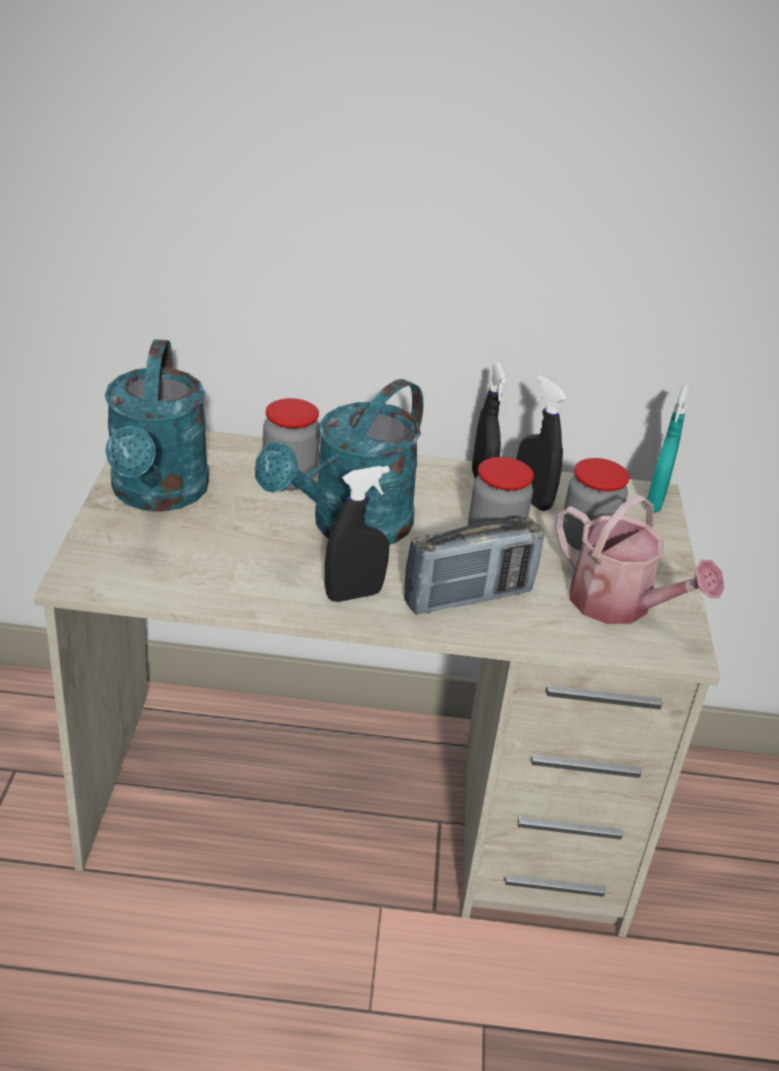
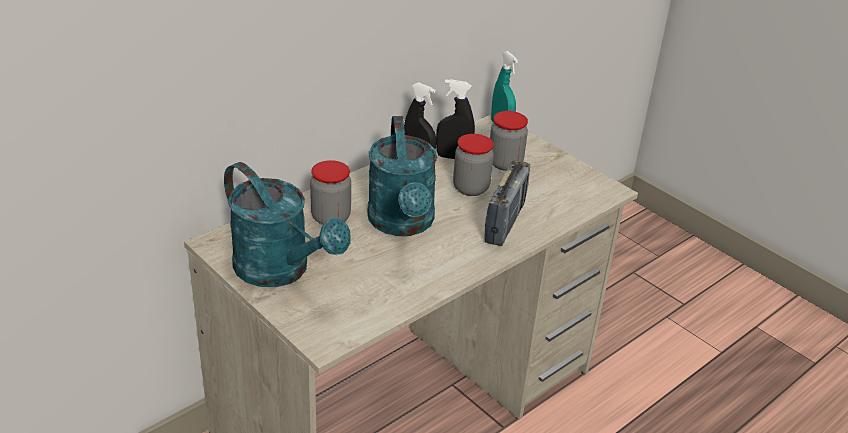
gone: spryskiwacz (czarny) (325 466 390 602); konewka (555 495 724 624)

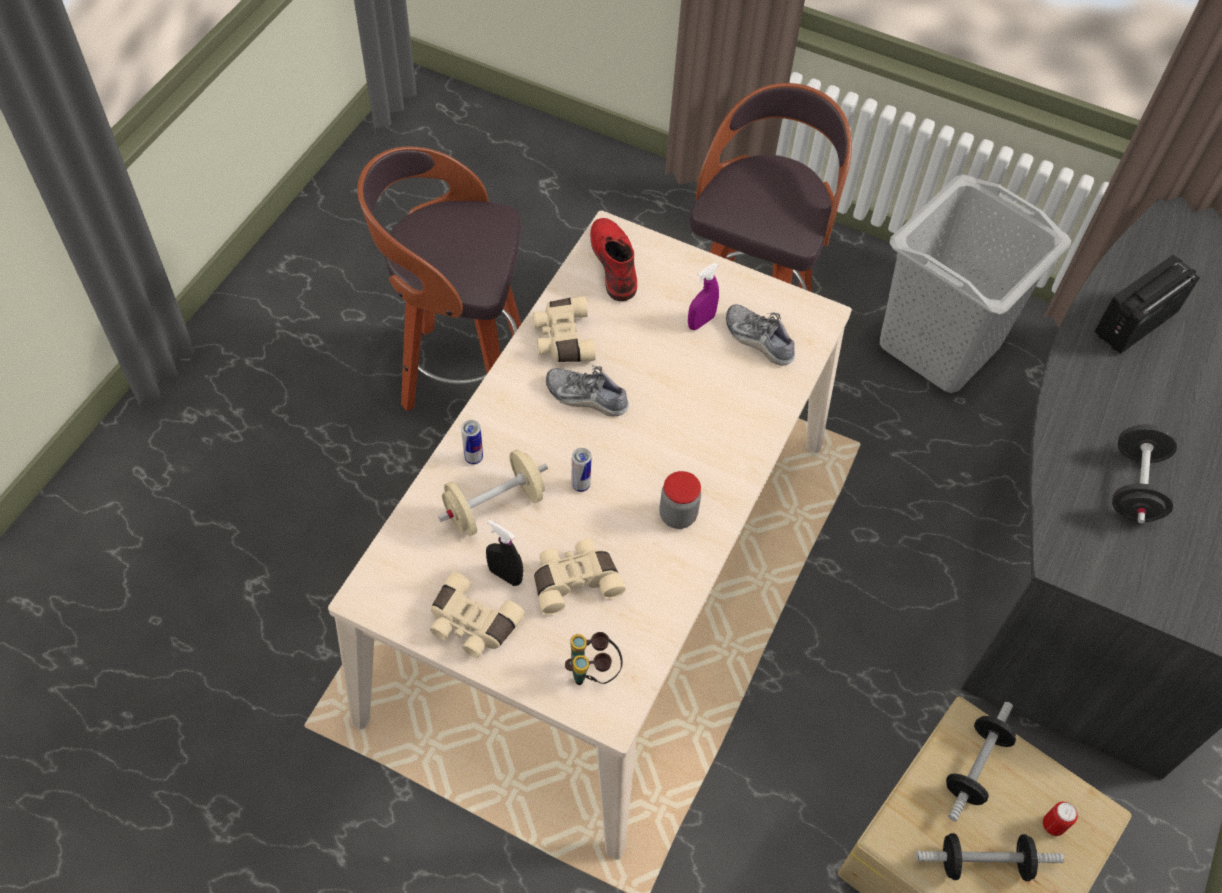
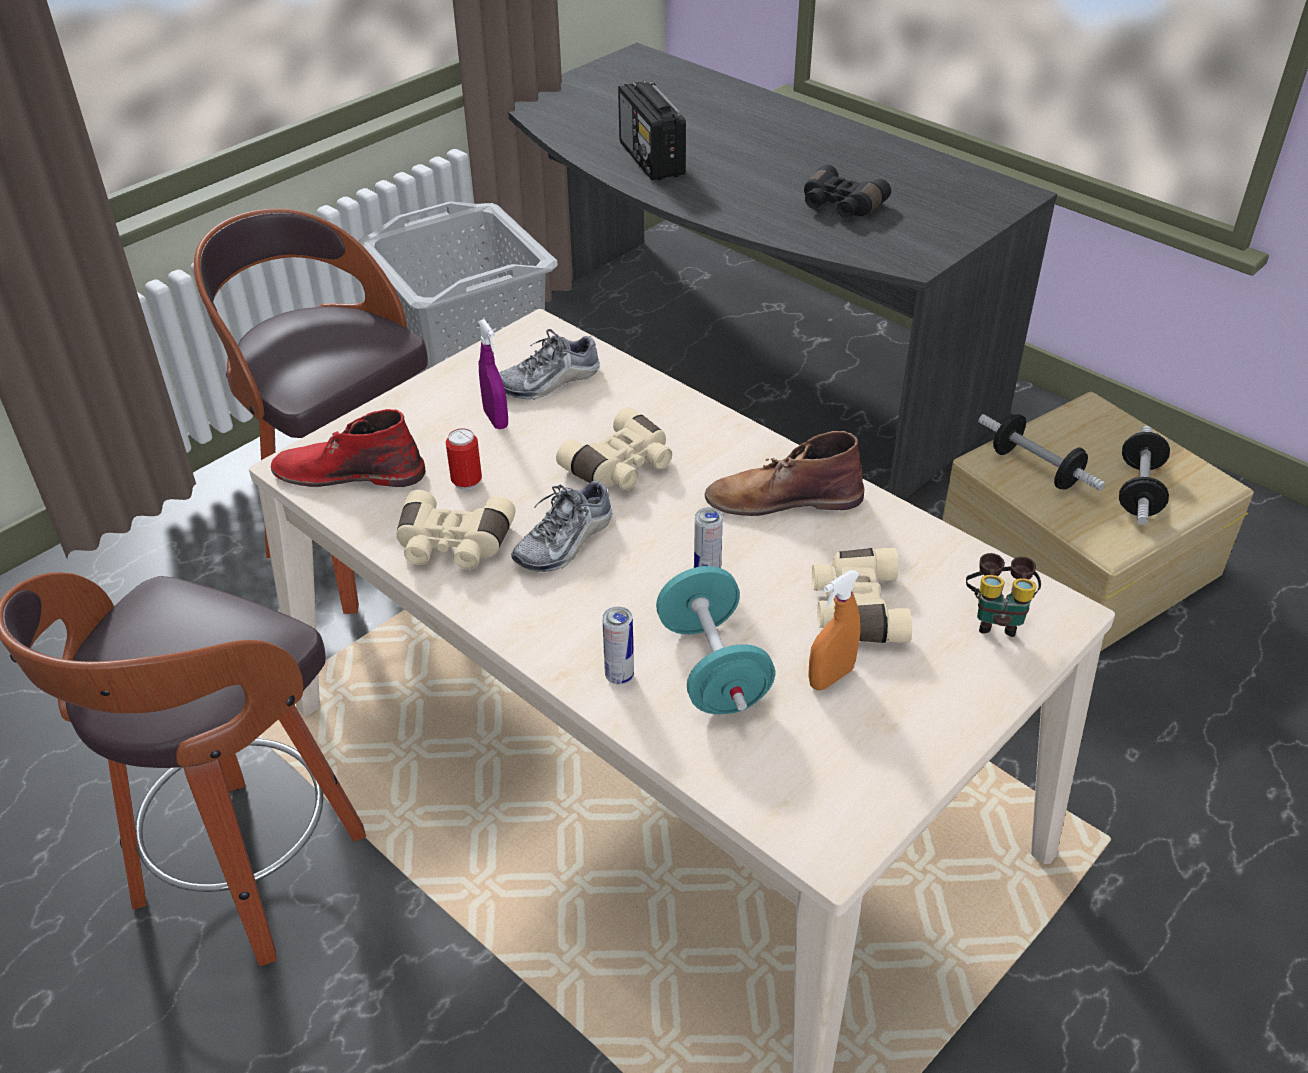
shifted: lornetka (beżowy) (430 572 525 658) to (556 407 672 490); puszka (1043 801 1078 836) to (446 428 482 490)
swapped: słoik (659 471 701 529) to but z cholewką (brązowy) (705 431 864 516); hantel (czarny) (1112 424 1177 523) to lornetka (czarny) (804 164 891 218)
repainted: hantel (beżowy) (438 449 548 536) to hantel (turkusowy) (656 566 775 714); spryskiwacz (czarny) (486 520 523 586) to spryskiwacz (pomarańczowy) (808 570 860 690)

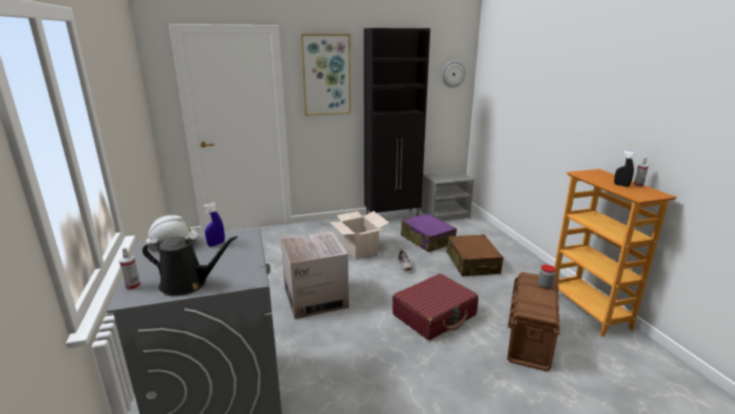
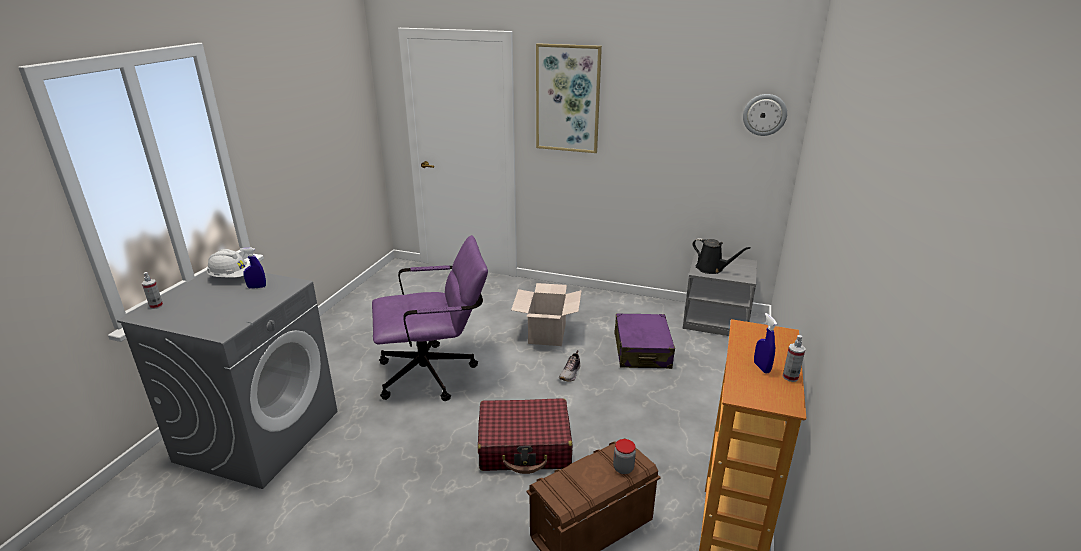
gone: szafka (czarny) (364 28 430 216); walizka (brązowy) (447 234 503 276)
shifted: konewka (czarny) (142 236 238 297) to (692 238 751 274)
swapped: karton (281 231 349 319) to krzesło biurowe (fioletowy) (372 235 488 401)
repainted: spryskiwacz (czarny) (614 150 635 187) to spryskiwacz (niebieski) (754 313 777 373)

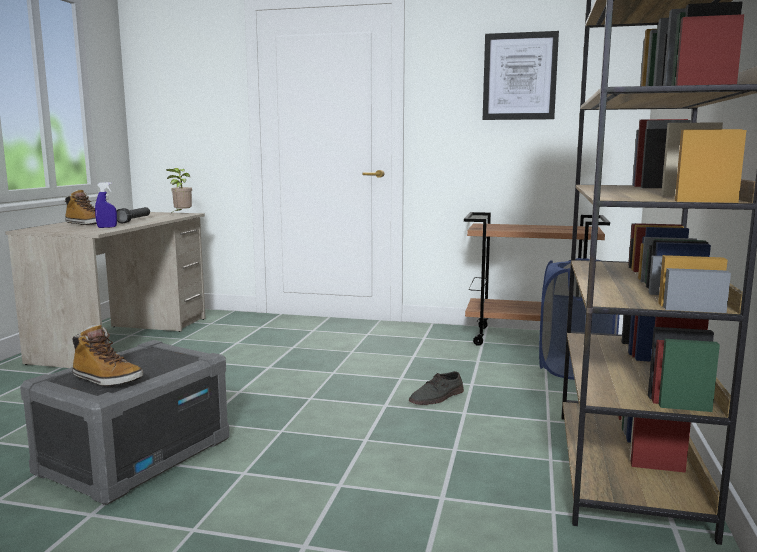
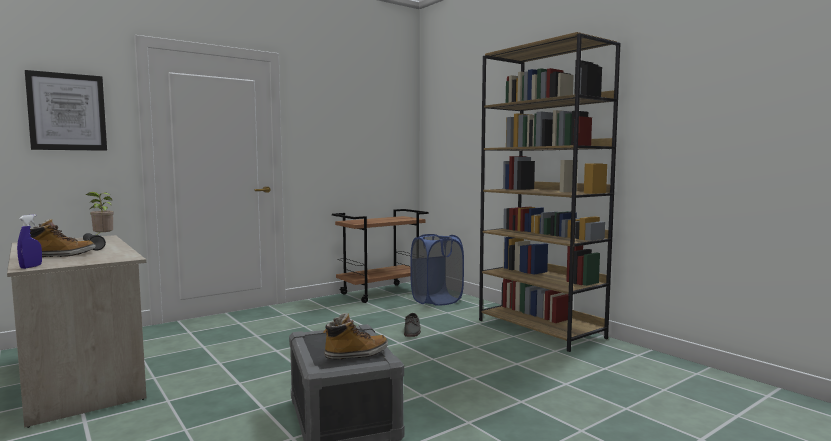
shifted: spryskiwacz (niebieski) (95 182 117 228) to (17 214 42 269); obraz (483 31 559 120) to (25 70 107 151)

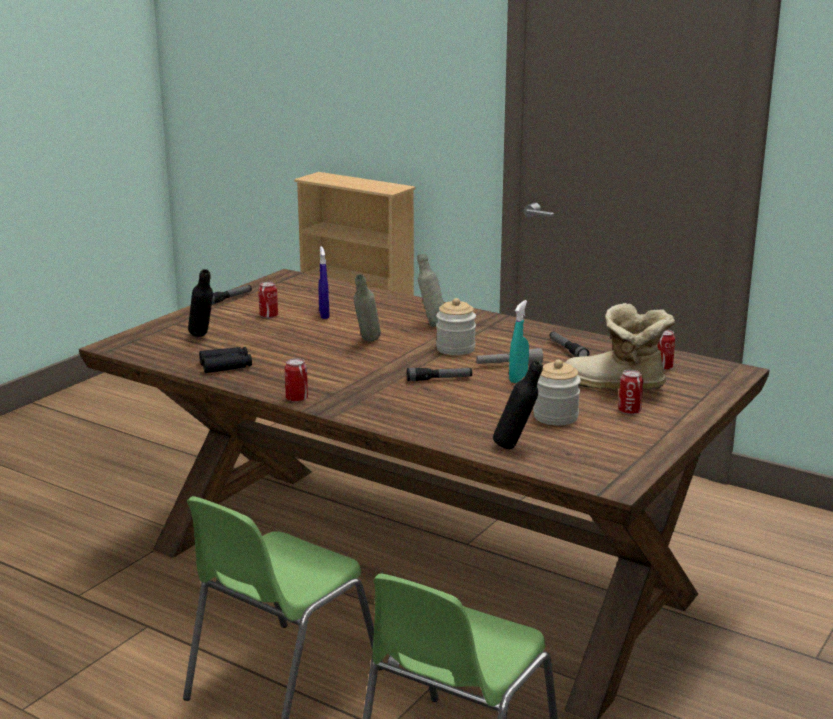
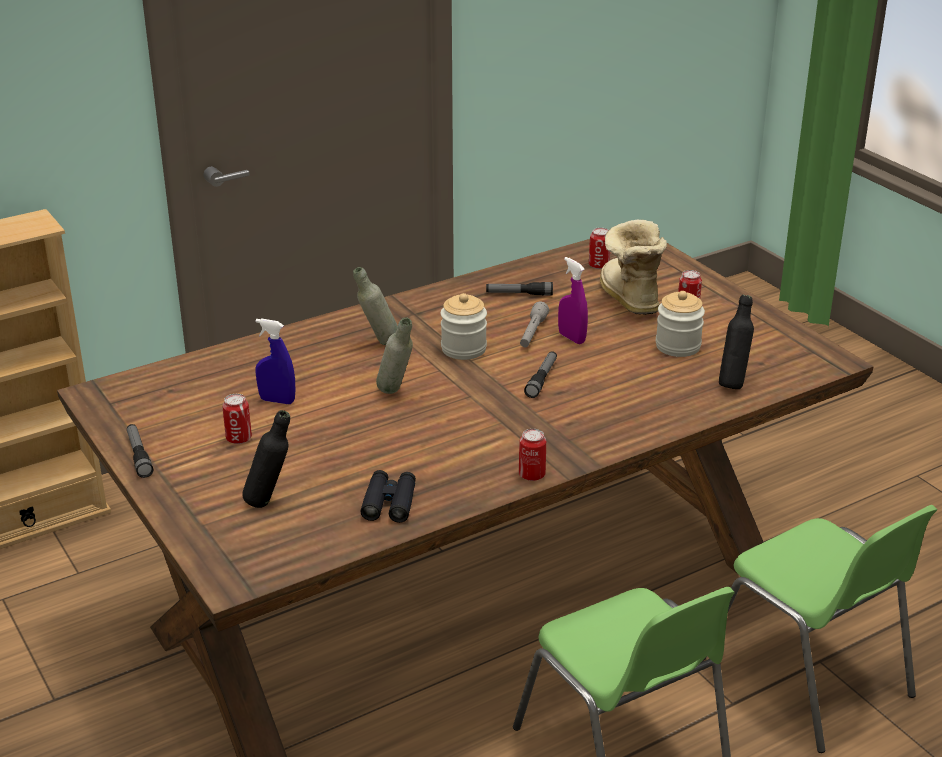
repainted: spryskiwacz (turkusowy) (509 300 529 383) to spryskiwacz (fioletowy) (558 257 588 344)
rotated: but z cholewką (564 303 675 390) = (600 219 667 315) 120 degrees clockwise

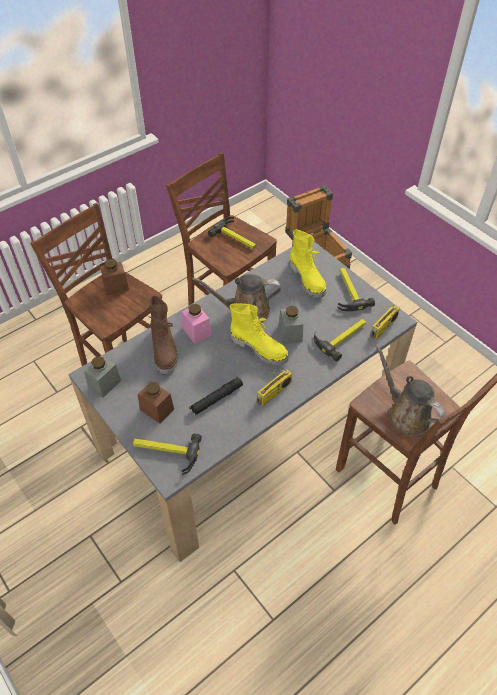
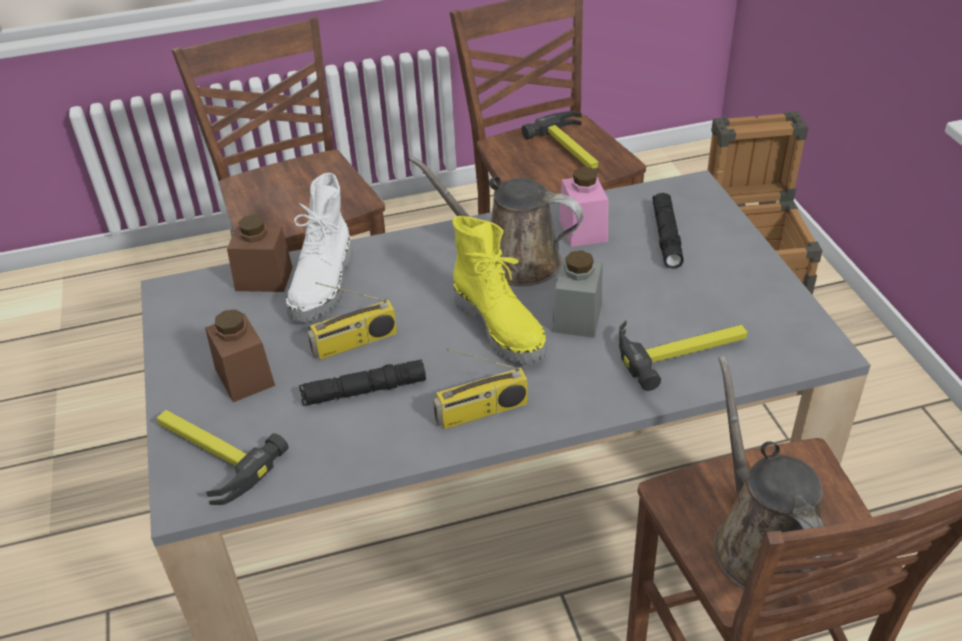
gone: słoik (szary) (84 355 121 398); młotek (338 268 375 311)
shifted: słoik (brązowy) (100 259 129 295) to (227 215 293 292); słoik (różowy) (181 304 212 344) to (559 167 608 247); radio (370 305 400 339) to (307 282 397 360)
swapped: but z cholewką (żółty) (289 229 326 298) to latarka (czarny) (652 193 684 269)
repainted: but z cholewką (brązowy) (148 295 178 374) to but z cholewką (biały) (286 173 353 322)

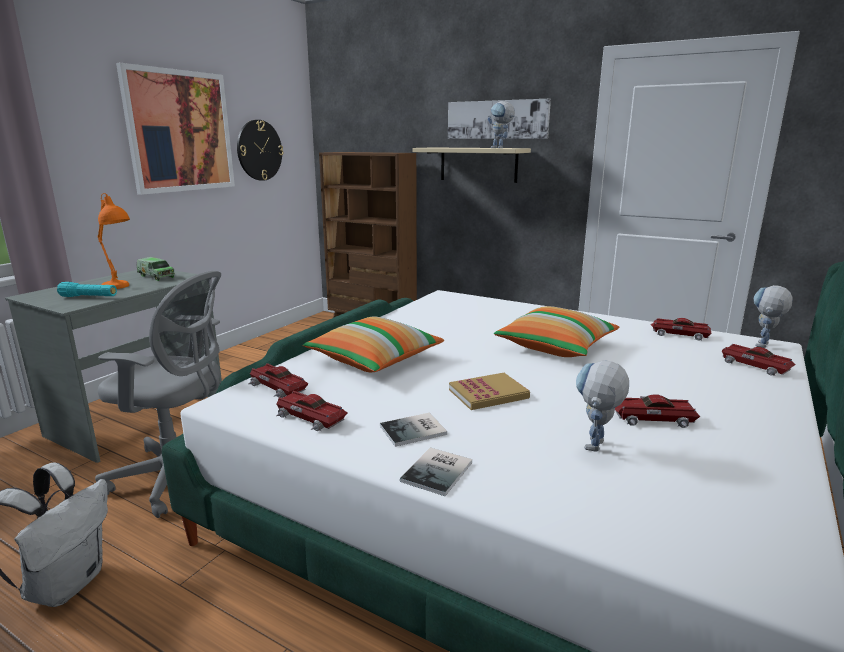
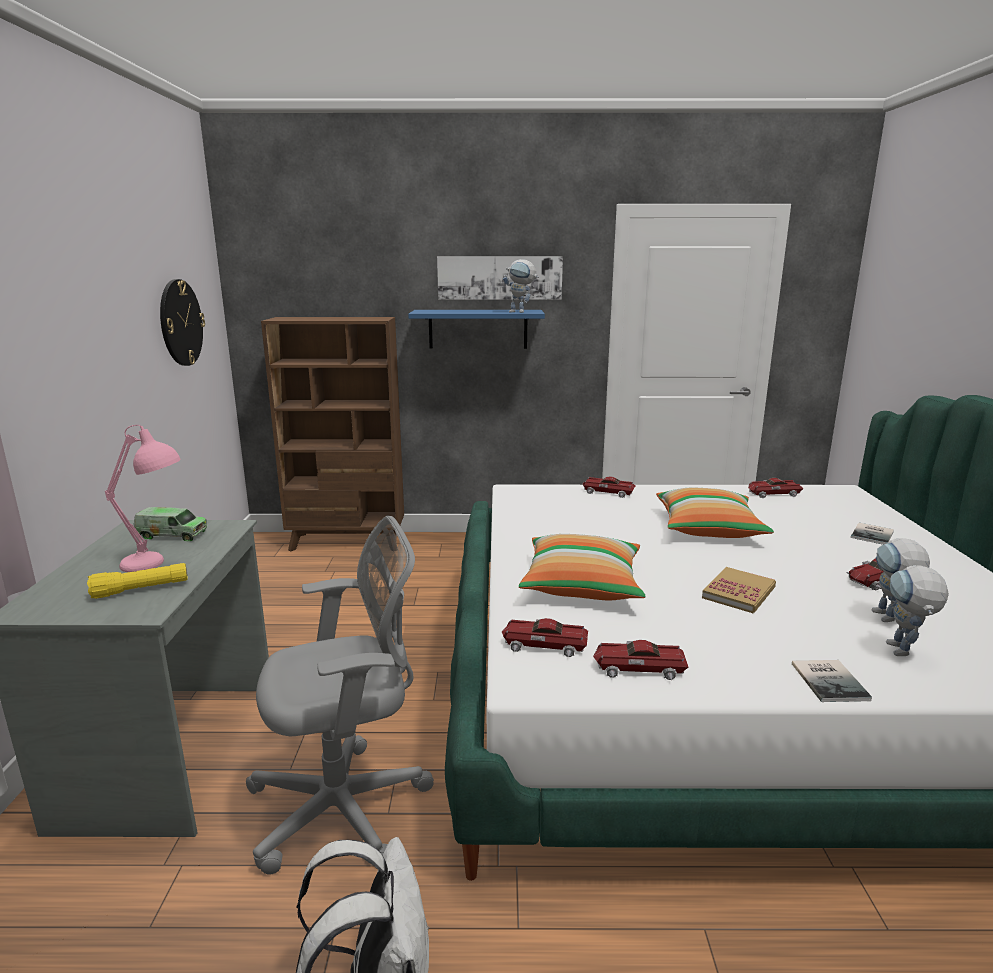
gone: obraz (116 63 235 195)
shifted: książka (380 413 447 447) to (851 523 894 545); samochodzik (722 344 796 376) to (582 476 635 498); robot zabawkowy (754 285 793 348) to (886 565 949 656)
repainted: latarka (turkusowy) (57 282 117 297) to latarka (żółty) (87 563 188 599); lampa stołowa (pomarańczowy) (97 193 130 289) to lampa stołowa (różowy) (105 425 181 572); półka (beżowy) (412 148 531 183) to półka (niebieski) (408 310 545 349)

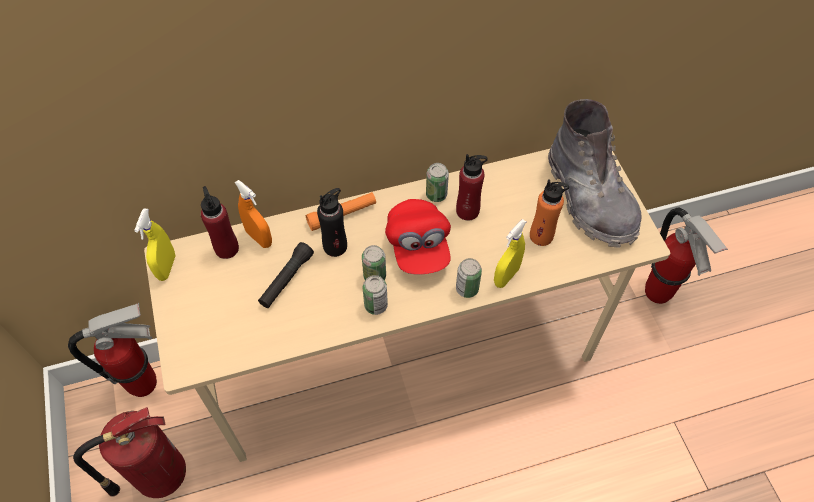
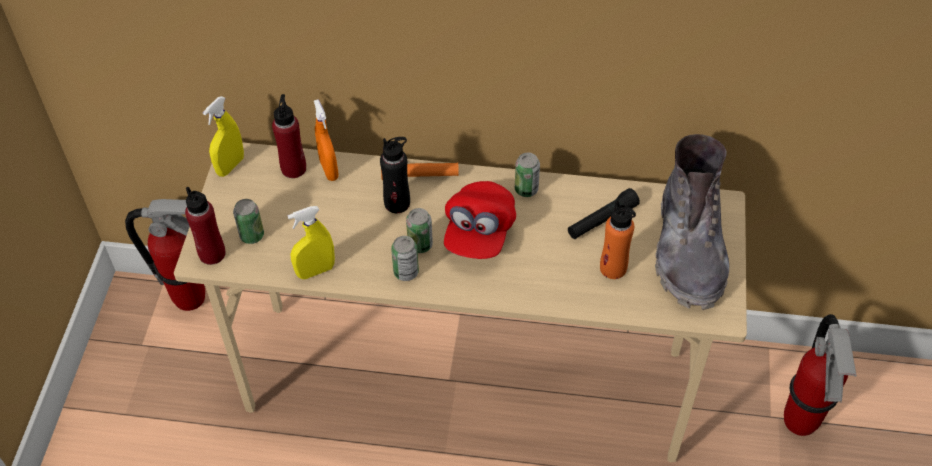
gone: gaśnica (73 407 186 498)
shifted: latarka (czarny) (258 242 314 308) to (568 188 640 239); butelka (czerwony) (456 154 488 221) to (185 186 226 265); puszka (456 258 482 298) to (233 199 264 244); spryskiwacz (żółty) (494 219 526 288) to (288 206 335 279)

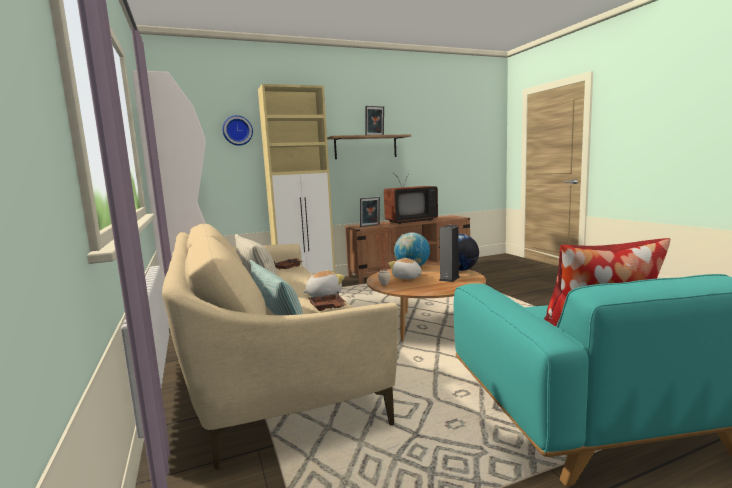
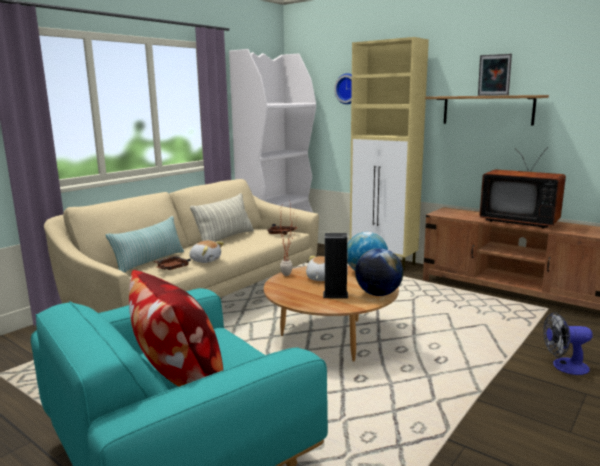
gone: ramka na zdjęcie (360 197 380 227)
new: wentylator (543 312 592 375)

